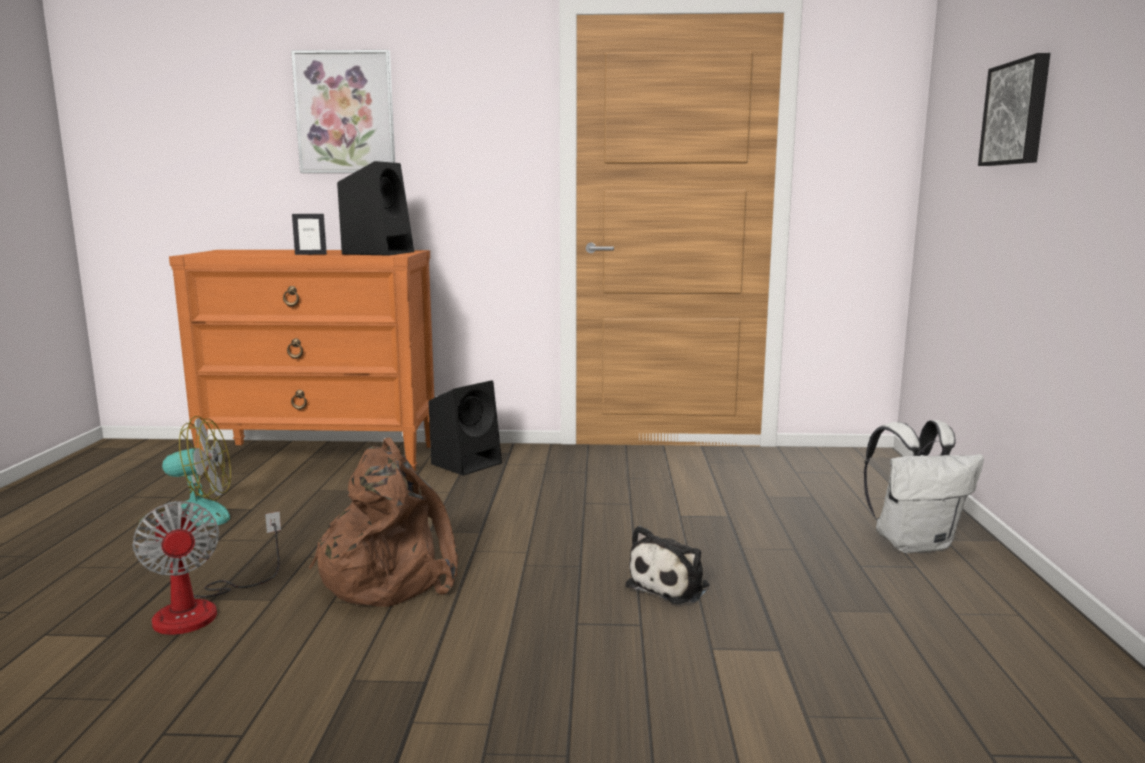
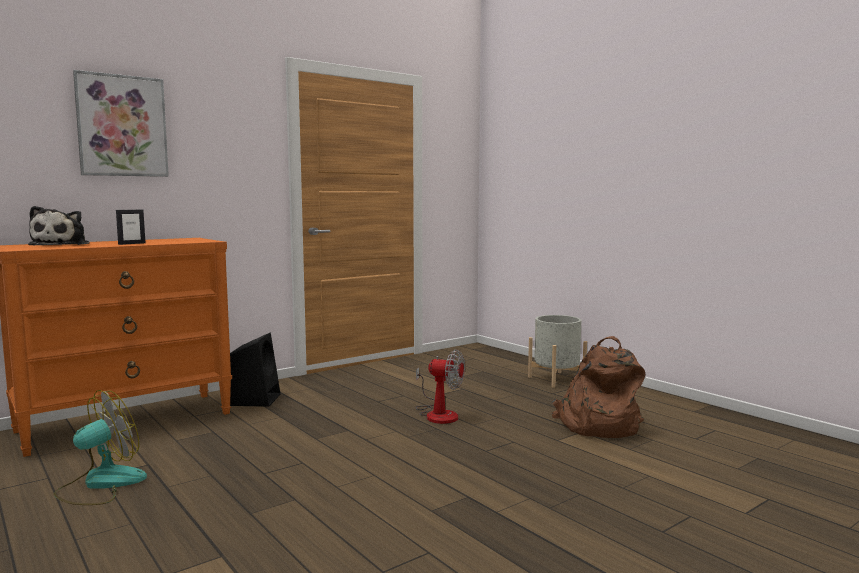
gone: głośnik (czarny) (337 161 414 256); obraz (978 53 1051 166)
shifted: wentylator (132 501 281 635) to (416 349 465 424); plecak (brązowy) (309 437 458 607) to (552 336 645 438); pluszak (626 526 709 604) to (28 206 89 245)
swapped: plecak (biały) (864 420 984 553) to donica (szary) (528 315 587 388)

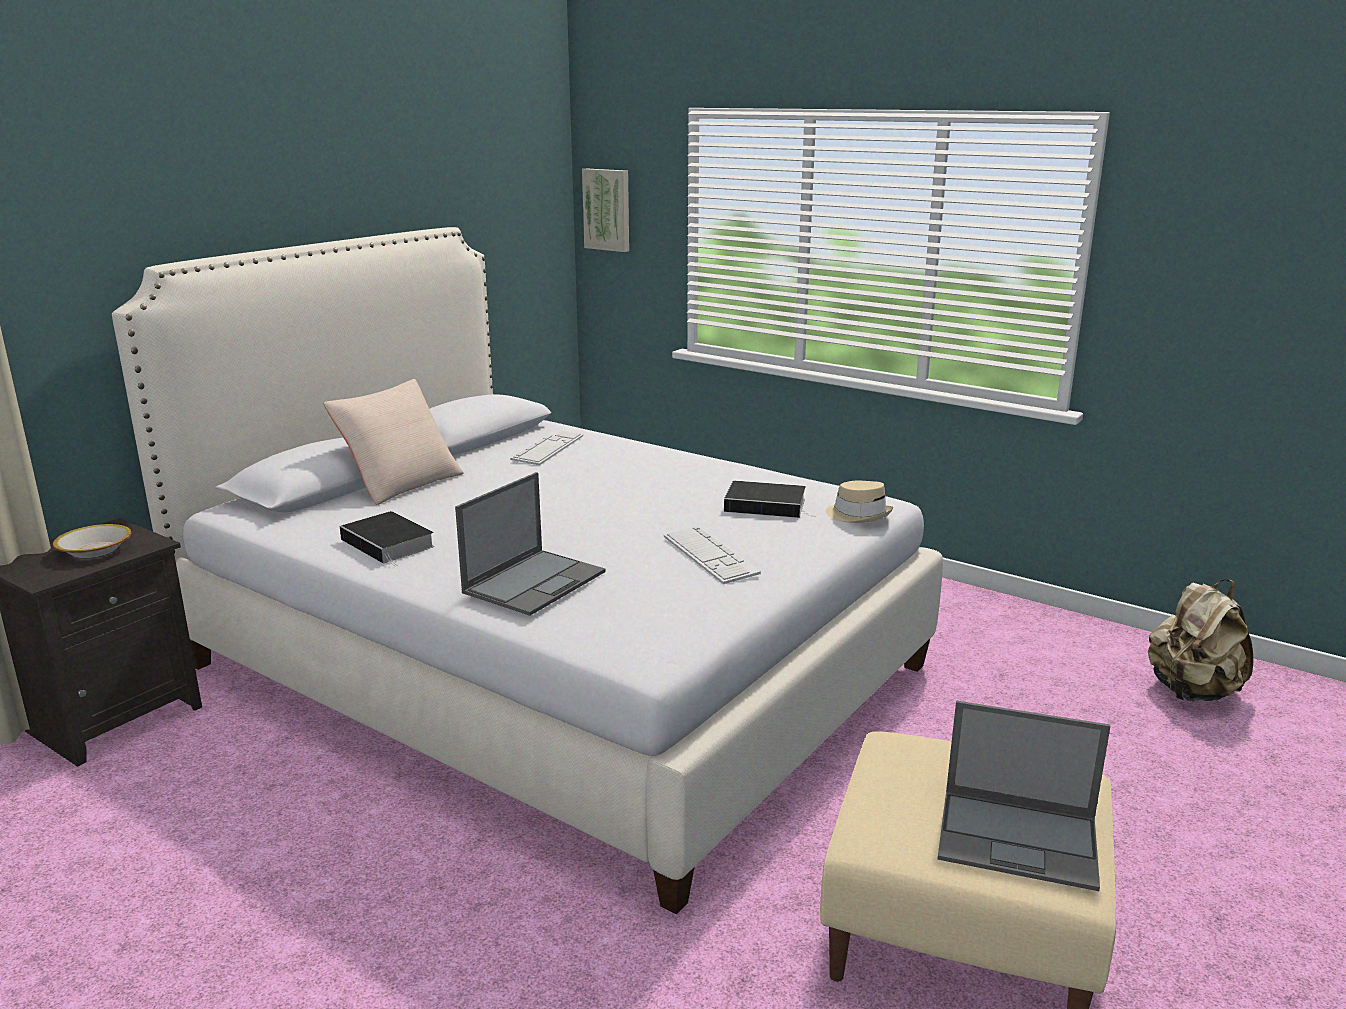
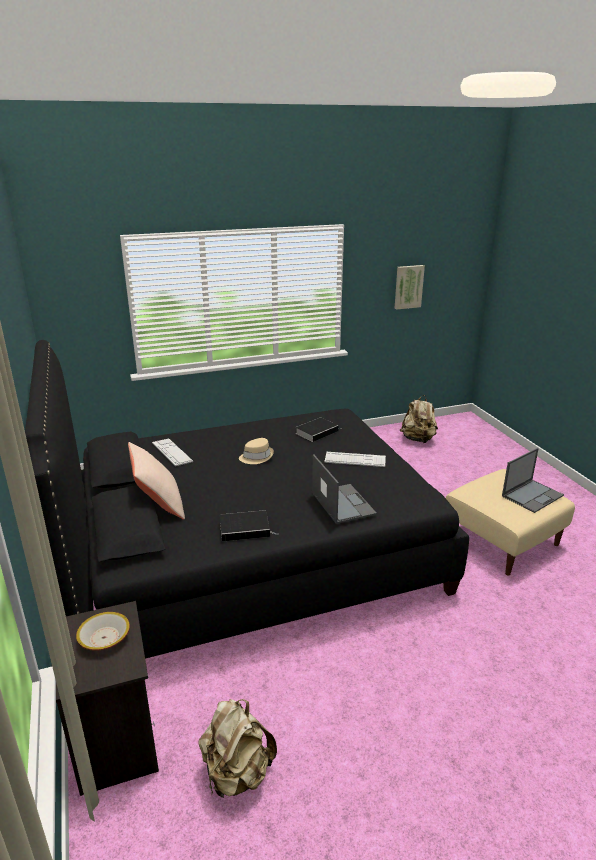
new: plecak (beżowy) (198 699 277 798)
shifted: obraz (582 169 629 252) to (394 265 425 310); kapelusz (beżowy) (826 481 893 523) to (239 438 274 464)
repainted: łóżko (biały) (112 227 943 915) to łóżko (czarny) (25 340 469 659)

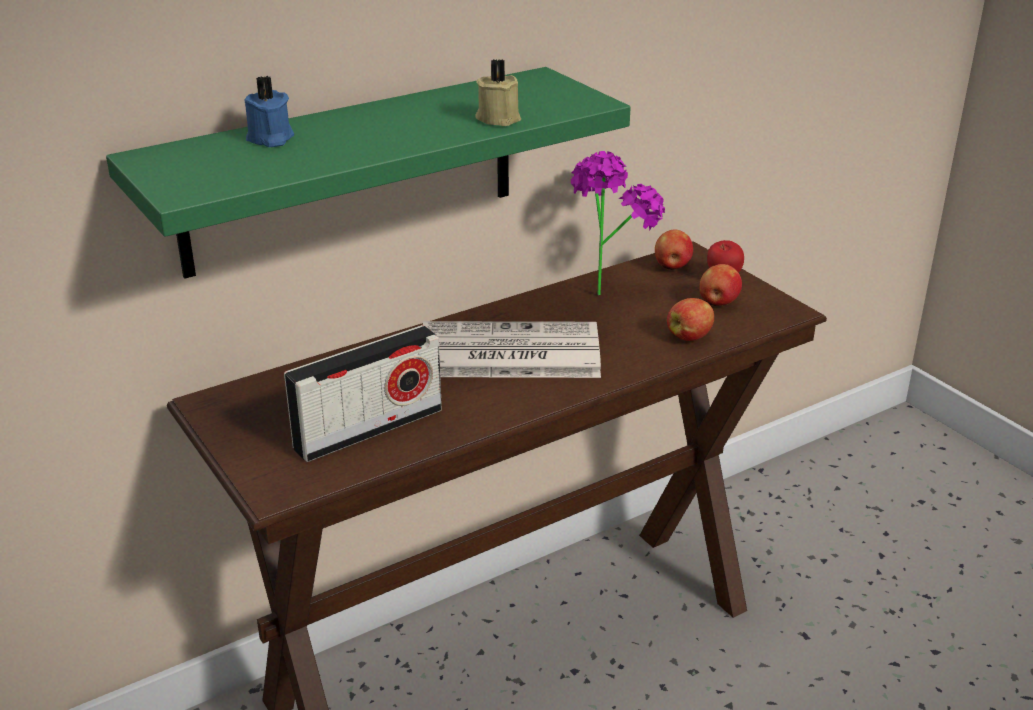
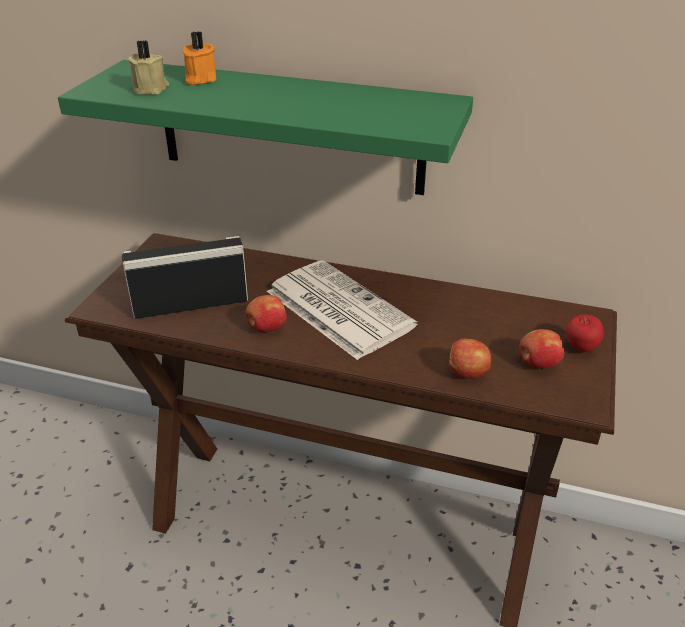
gone: roślina doniczkowa (571 151 665 295)
shifted: świeca (beżowy) (475 59 521 126) to (128 40 169 95); jabłko (655 229 693 270) to (246 295 287 332)
repainted: świeca (niebieski) (244 76 294 147) to świeca (pomarańczowy) (183 31 216 85)
rotated: radio (284 325 442 462) = (122 236 248 319) 150 degrees clockwise

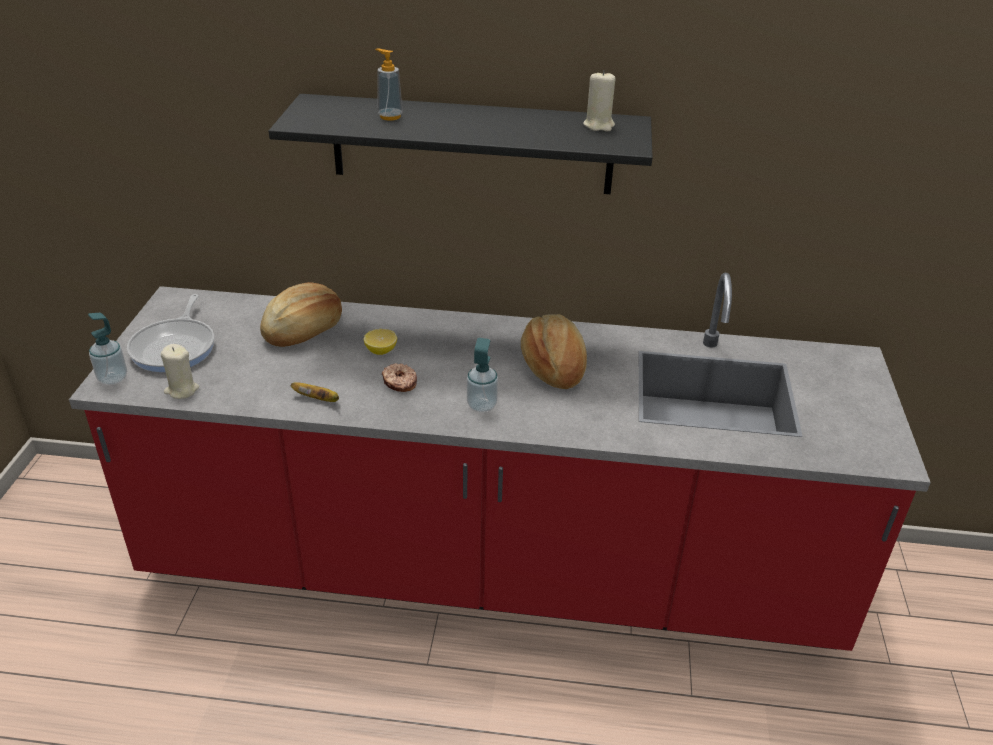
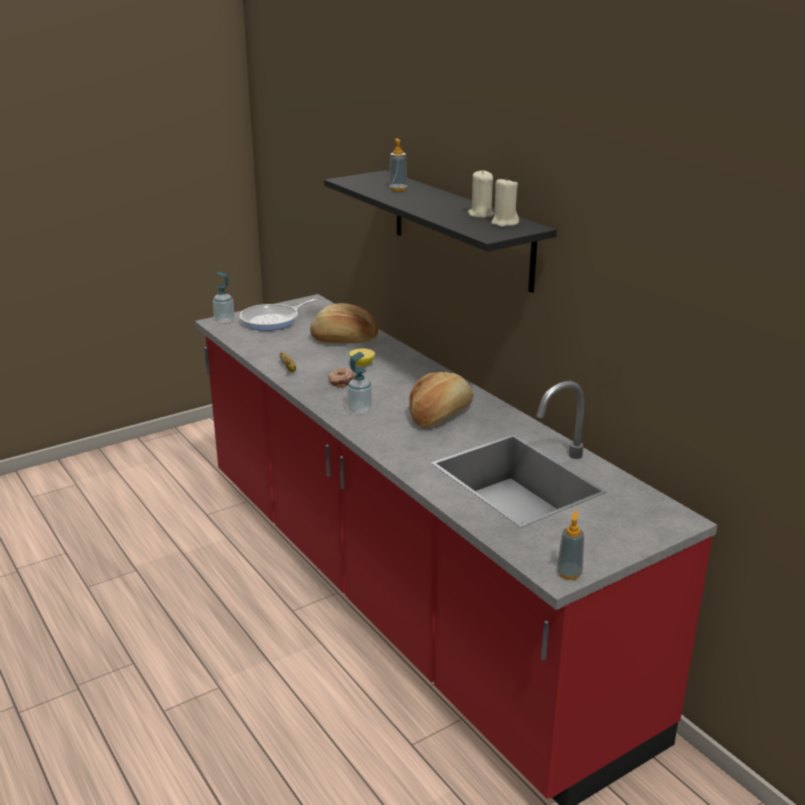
new: dozownik mydła (557 510 584 580)
shifted: świeca (beżowy) (161 344 199 399) to (468 170 494 218)

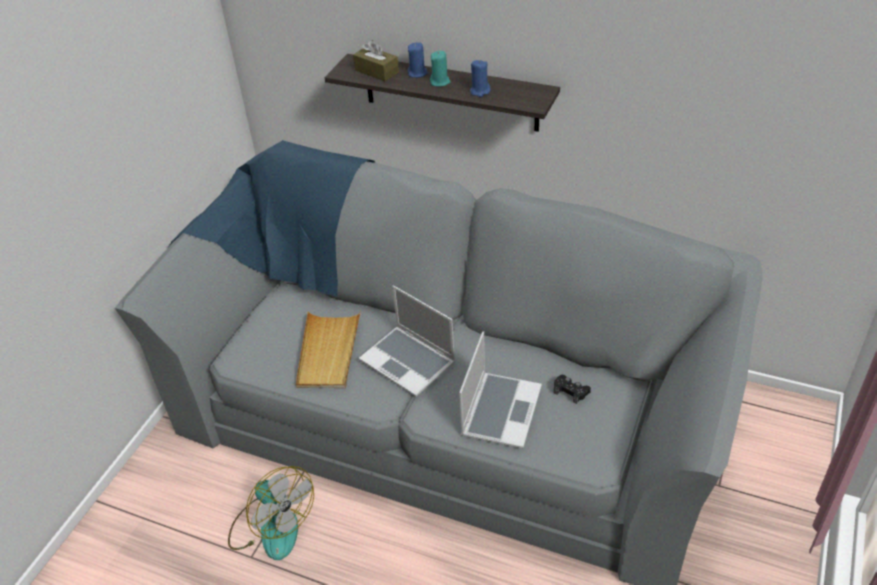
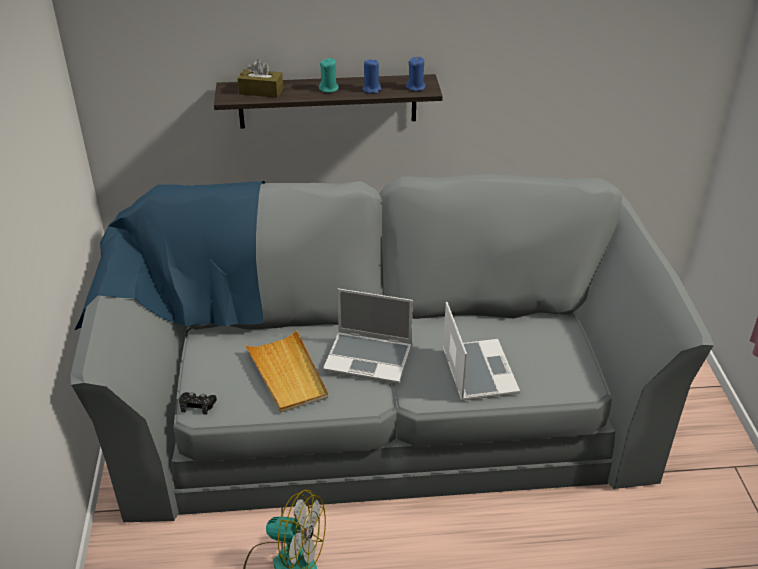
shifted: świeca (niebieski) (408 42 428 78) to (406 57 426 91); pad do gier (czarny) (554 375 591 404) to (179 392 217 415)

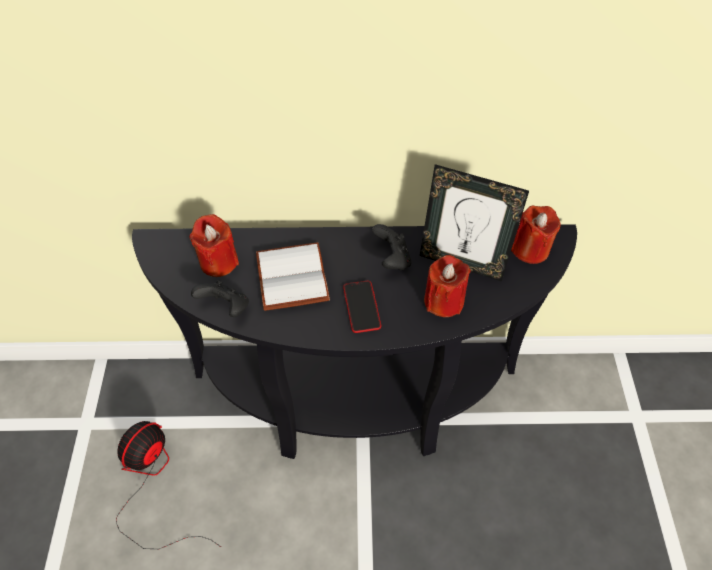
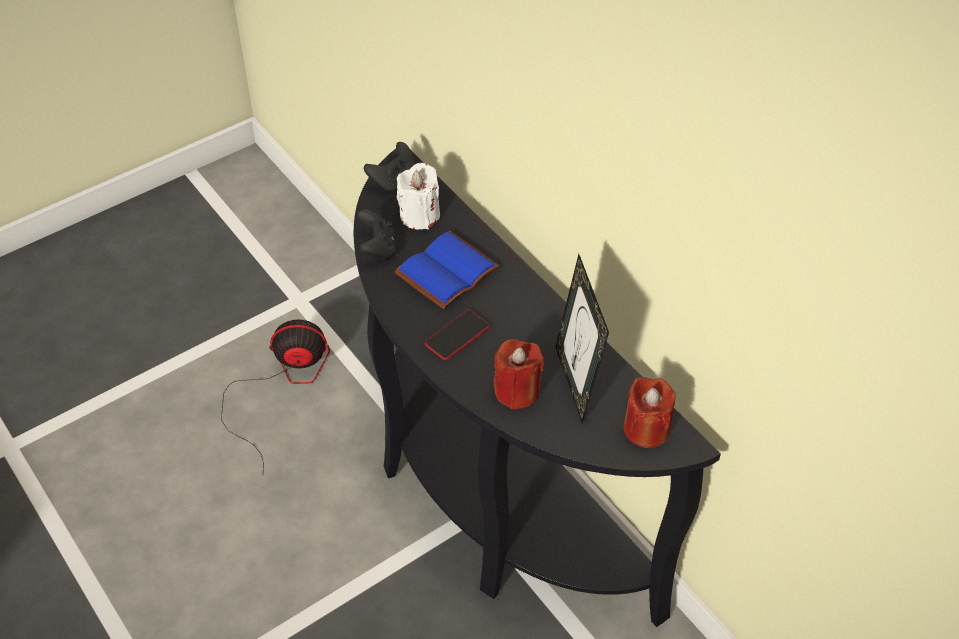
shifted: pad do gier (czarny) (372 224 411 270) to (364 142 415 193)
repainted: świeca (czerwony) (189 214 239 277) to świeca (biały) (397 163 440 229); książka (biały) (256 242 330 311) to książka (niebieski) (394 231 499 309)

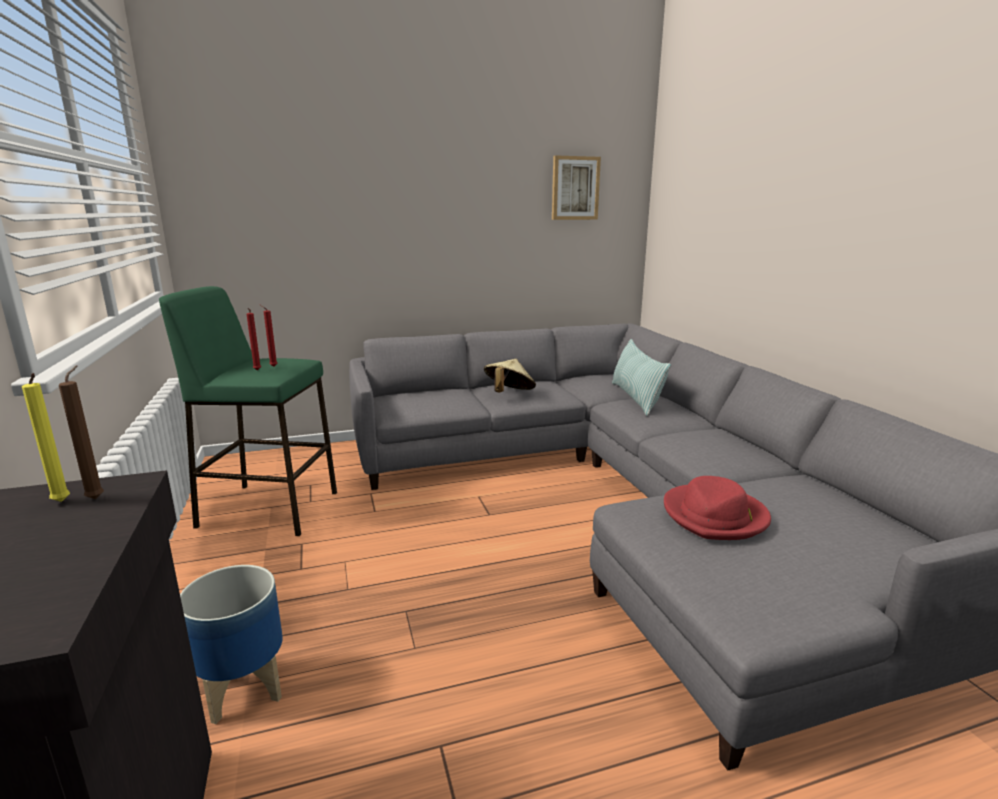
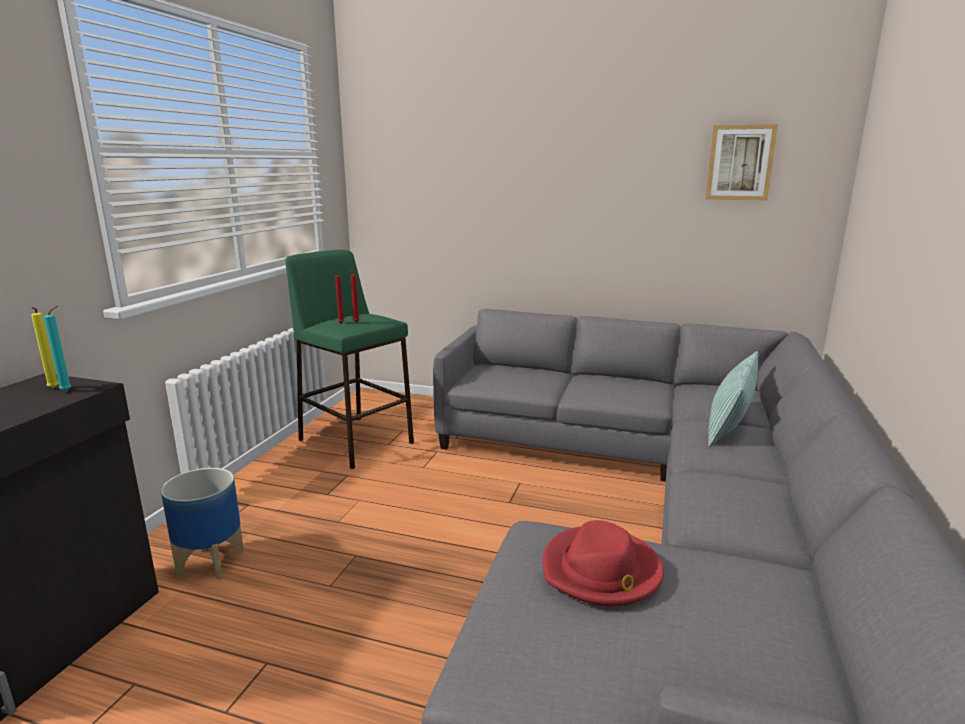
gone: kapelusz (beżowy) (484 359 536 393)
repainted: świeca (brązowy) (59 365 104 499) to świeca (turkusowy) (44 306 72 391)

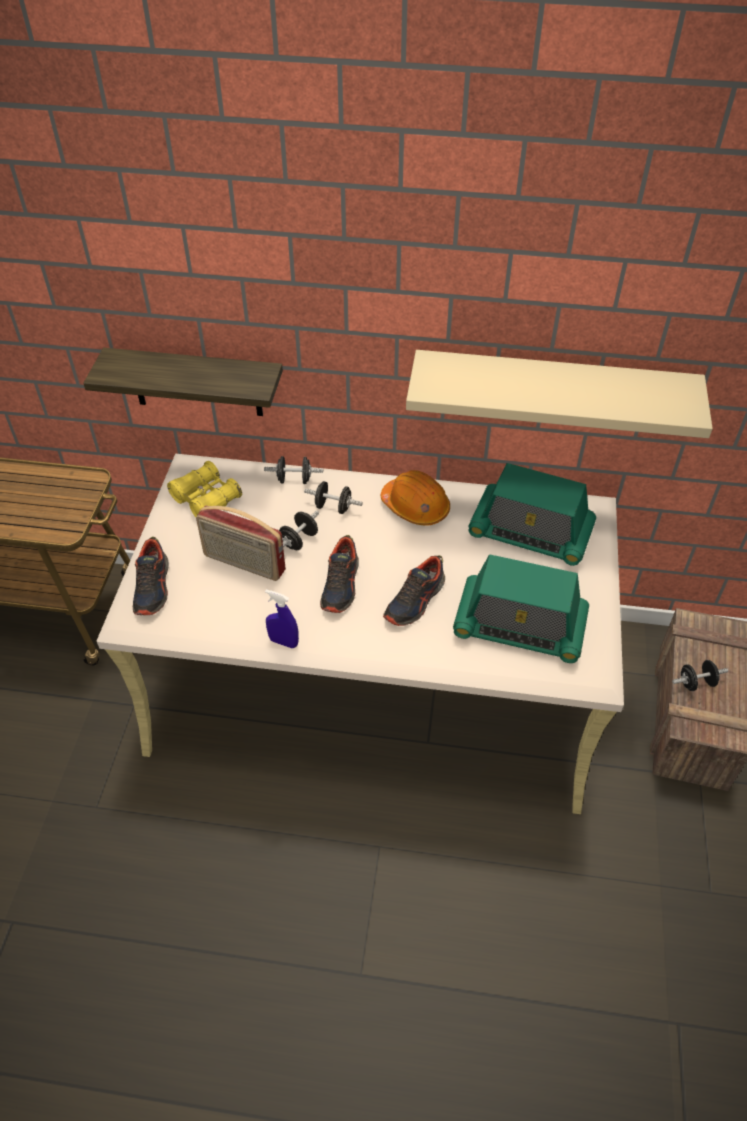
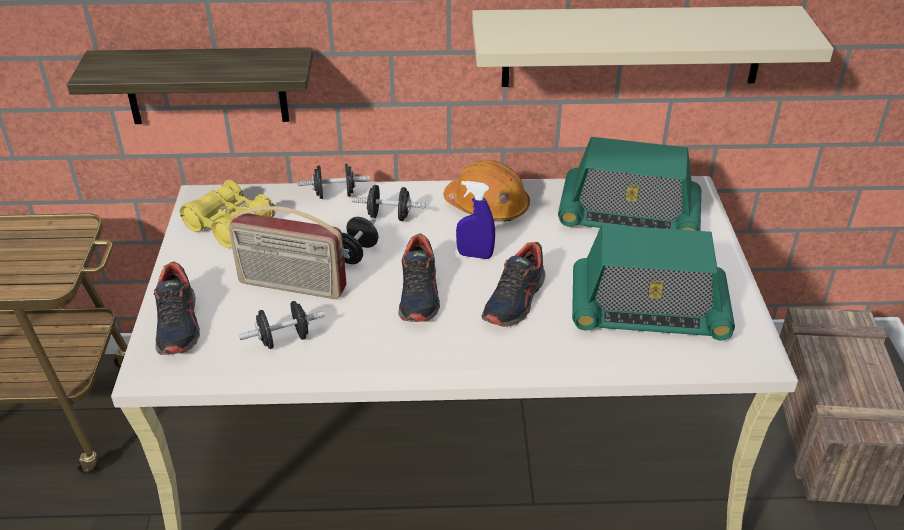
shifted: spryskiwacz (niebieski) (265 589 299 648) to (456 181 495 259); hantel (czarny) (672 660 728 691) to (239 301 325 349)

